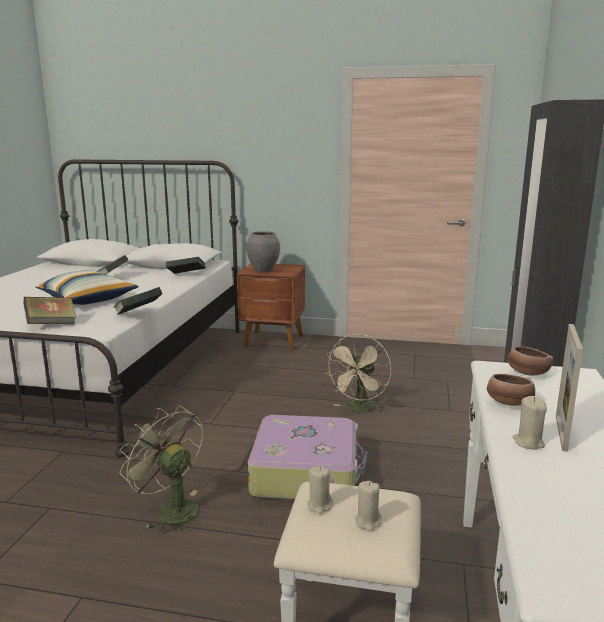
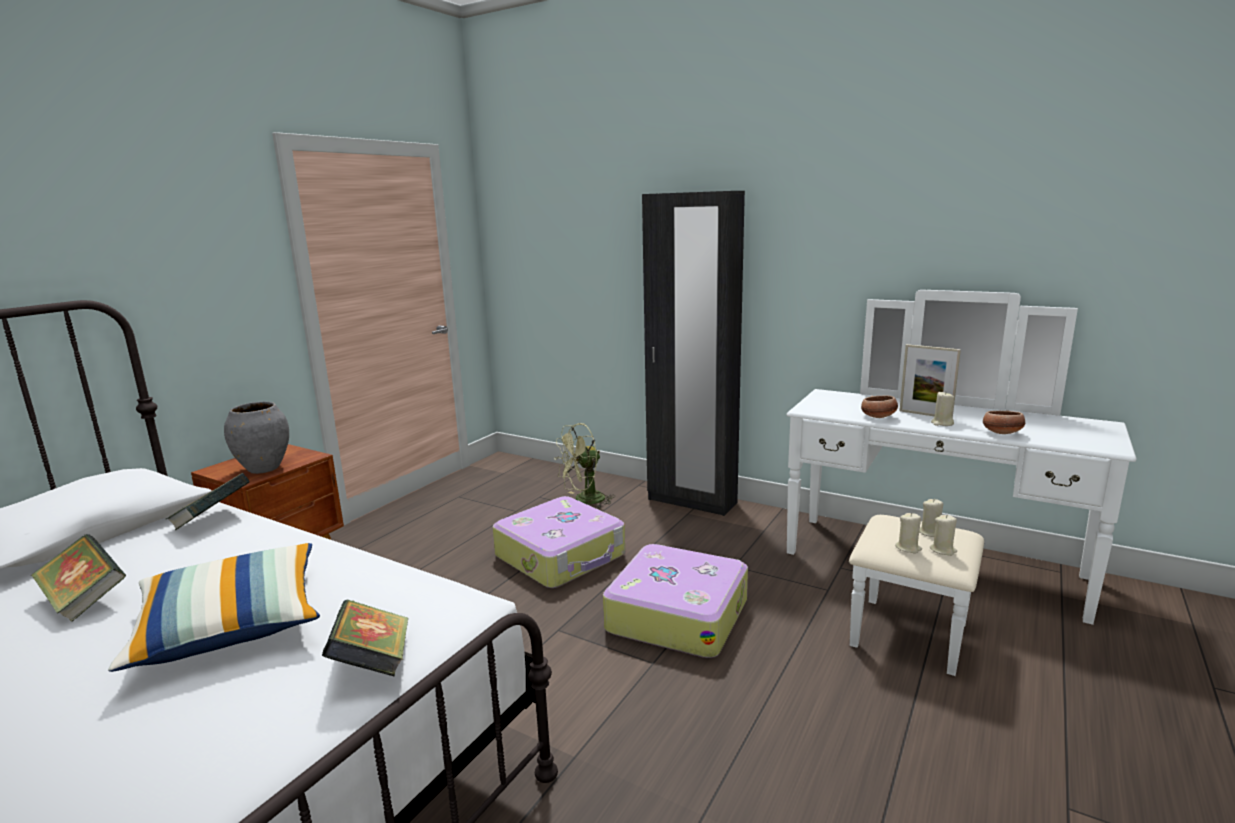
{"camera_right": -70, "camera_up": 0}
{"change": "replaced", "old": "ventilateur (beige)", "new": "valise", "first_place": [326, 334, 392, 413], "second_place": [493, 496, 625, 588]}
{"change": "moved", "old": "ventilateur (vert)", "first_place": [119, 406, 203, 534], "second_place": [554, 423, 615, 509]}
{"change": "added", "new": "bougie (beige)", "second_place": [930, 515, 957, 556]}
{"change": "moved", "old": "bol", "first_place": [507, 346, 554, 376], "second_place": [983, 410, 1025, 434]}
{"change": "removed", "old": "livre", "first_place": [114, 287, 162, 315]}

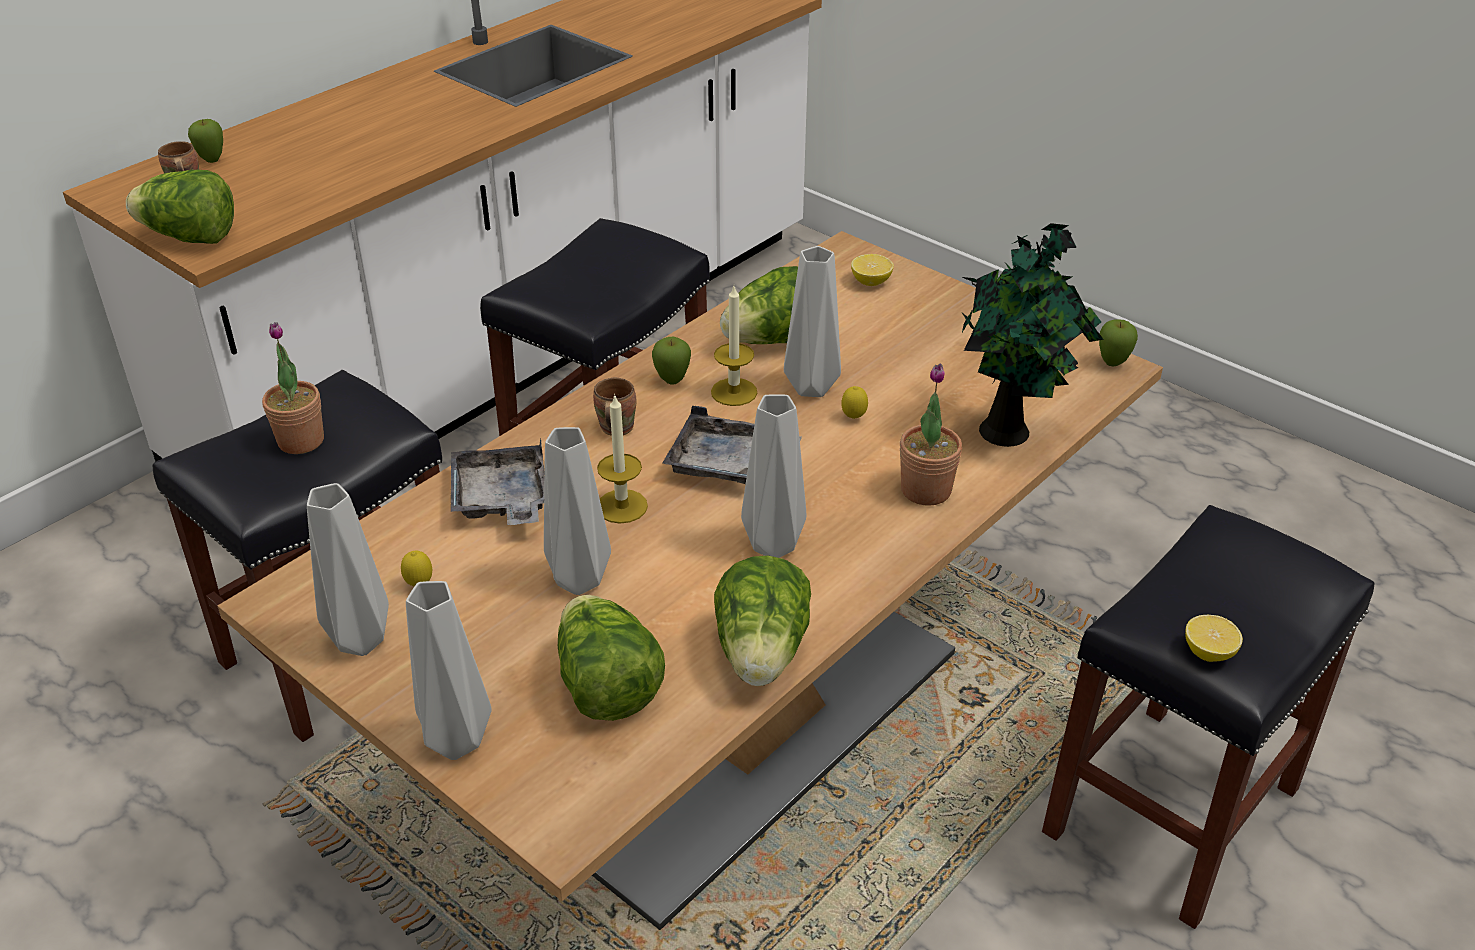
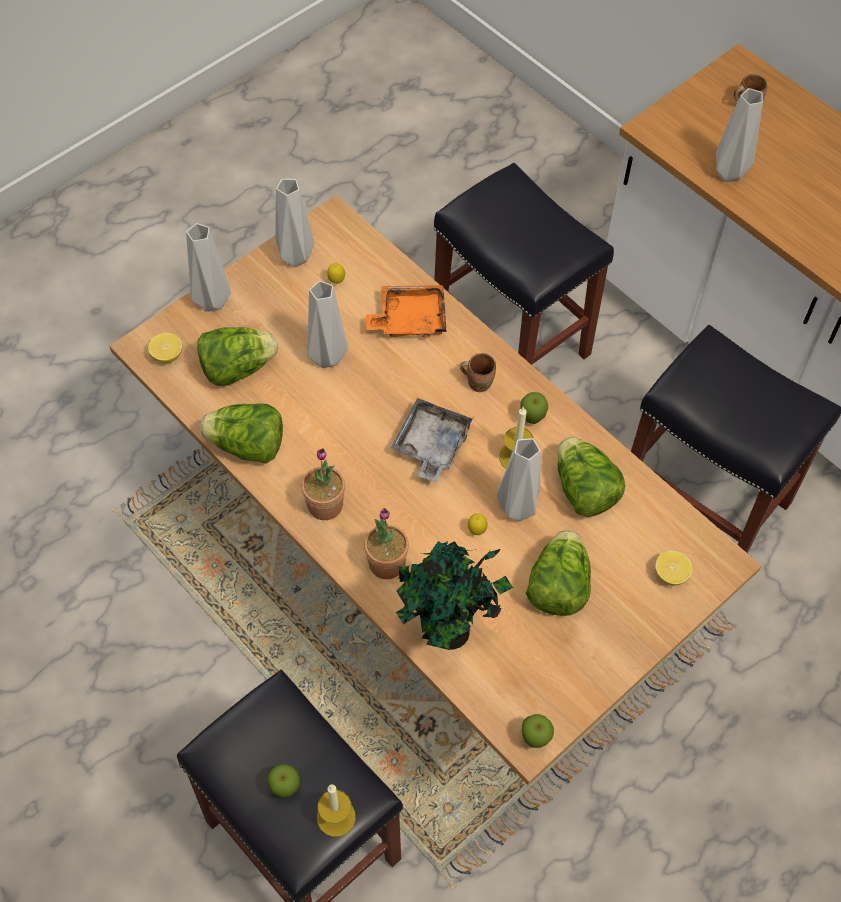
{"camera_right": 95, "camera_up": 20}
{"change": "moved", "old": "citron", "first_place": [1185, 615, 1243, 662], "second_place": [148, 333, 182, 363]}
{"change": "moved", "old": "pomme", "first_place": [188, 119, 223, 163], "second_place": [267, 764, 300, 798]}
{"change": "moved", "old": "plante en pot", "first_place": [262, 322, 324, 454], "second_place": [301, 448, 345, 520]}
{"change": "moved", "old": "bougie", "first_place": [597, 394, 648, 524], "second_place": [317, 784, 356, 837]}
{"change": "recoloured", "old": "plateau (gris)", "new": "plateau (orange)", "first_place": [451, 439, 544, 525], "second_place": [366, 285, 447, 338]}
{"change": "moved", "old": "laitue", "first_place": [126, 170, 234, 244], "second_place": [526, 530, 591, 616]}
{"change": "moved", "old": "vase (gris)", "first_place": [741, 394, 807, 558], "second_place": [716, 88, 763, 182]}

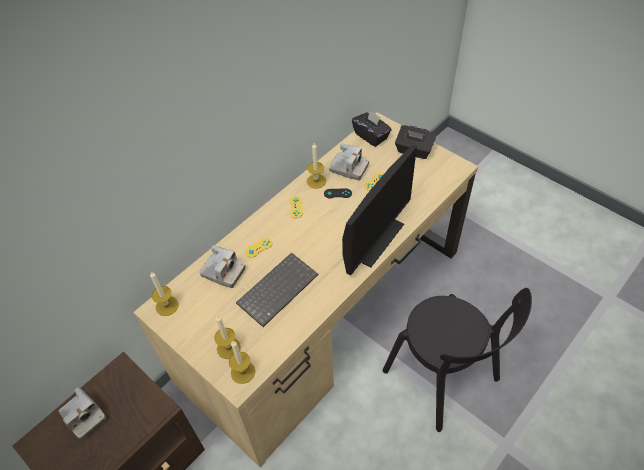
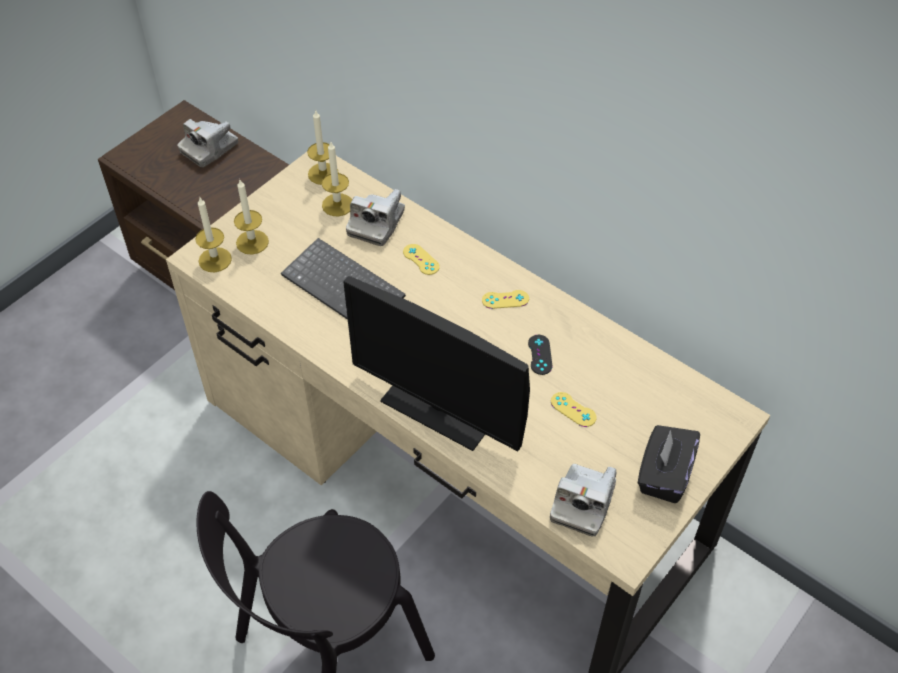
{"camera_right": 85, "camera_up": 0}
{"change": "moved", "old": "bougie", "first_place": [307, 143, 326, 189], "second_place": [322, 142, 352, 216]}
{"change": "moved", "old": "appareil photo", "first_place": [329, 144, 369, 180], "second_place": [550, 464, 616, 536]}
{"change": "removed", "old": "boîte à mouchoirs (noir)", "first_place": [352, 110, 392, 147]}

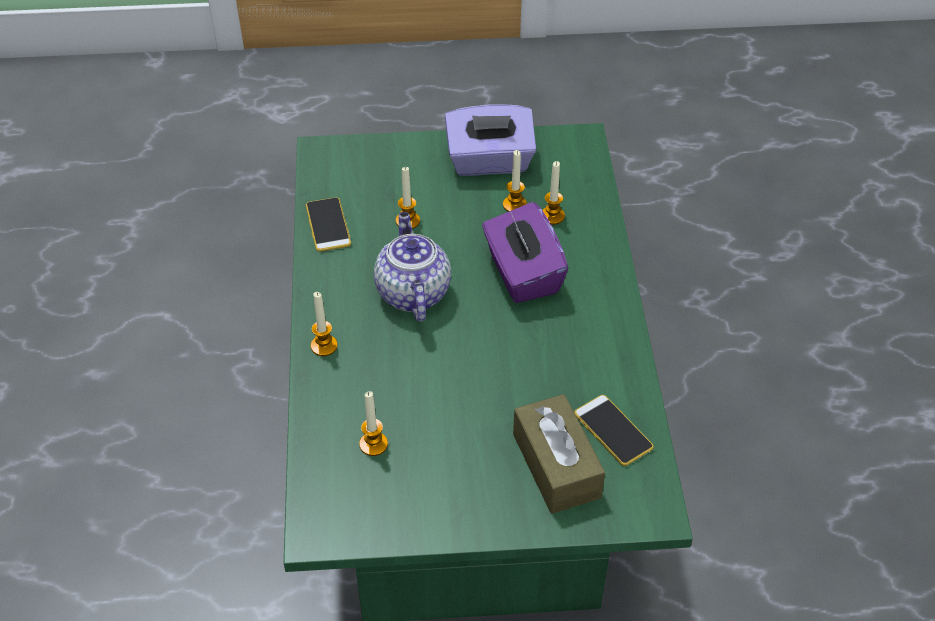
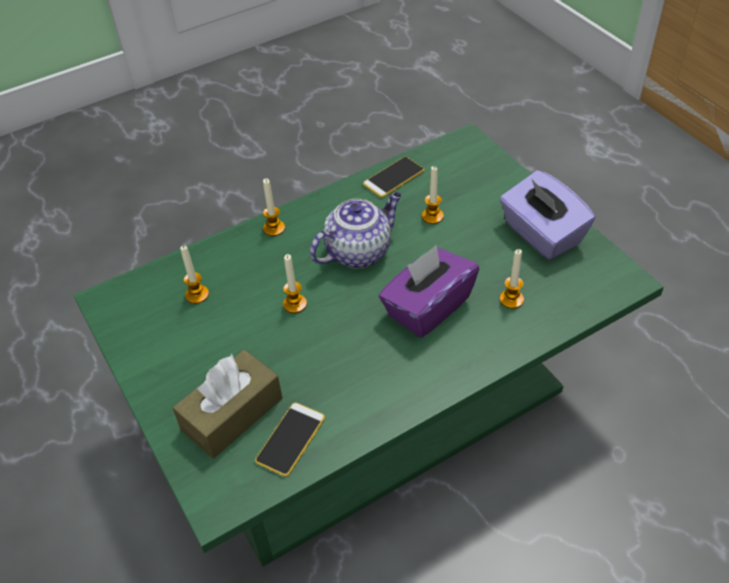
{"camera_right": 65, "camera_up": 0}
{"change": "moved", "old": "bougie", "first_place": [503, 150, 527, 212], "second_place": [283, 254, 307, 313]}

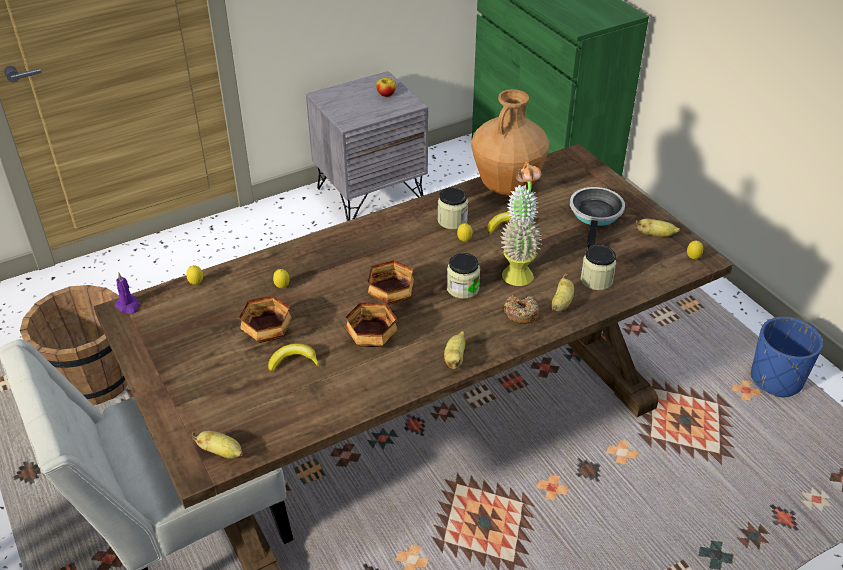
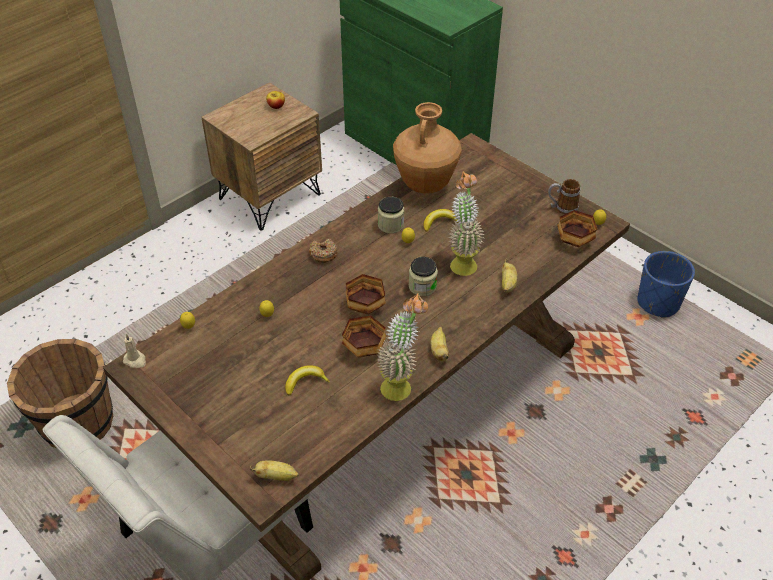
{"camera_right": -15, "camera_up": 5}
{"change": "recoloured", "old": "bougie (violet)", "new": "bougie (beige)", "first_place": [114, 272, 139, 314], "second_place": [123, 334, 146, 368]}
{"change": "recoloured", "old": "table de chevet (gris)", "new": "table de chevet (marron)", "first_place": [306, 71, 428, 221], "second_place": [201, 82, 322, 231]}
{"change": "moved", "old": "beignet", "first_place": [504, 295, 539, 324], "second_place": [309, 239, 338, 263]}
{"change": "added", "new": "plante en pot", "second_place": [377, 293, 428, 401]}
{"change": "replaced", "old": "banane", "new": "mug", "first_place": [635, 219, 680, 237], "second_place": [548, 179, 580, 215]}
{"change": "moved", "old": "bol", "first_place": [239, 296, 292, 343], "second_place": [557, 210, 597, 247]}
{"change": "removed", "old": "poêle", "first_place": [570, 187, 625, 248]}
{"change": "removed", "old": "bocal", "first_place": [581, 245, 616, 290]}

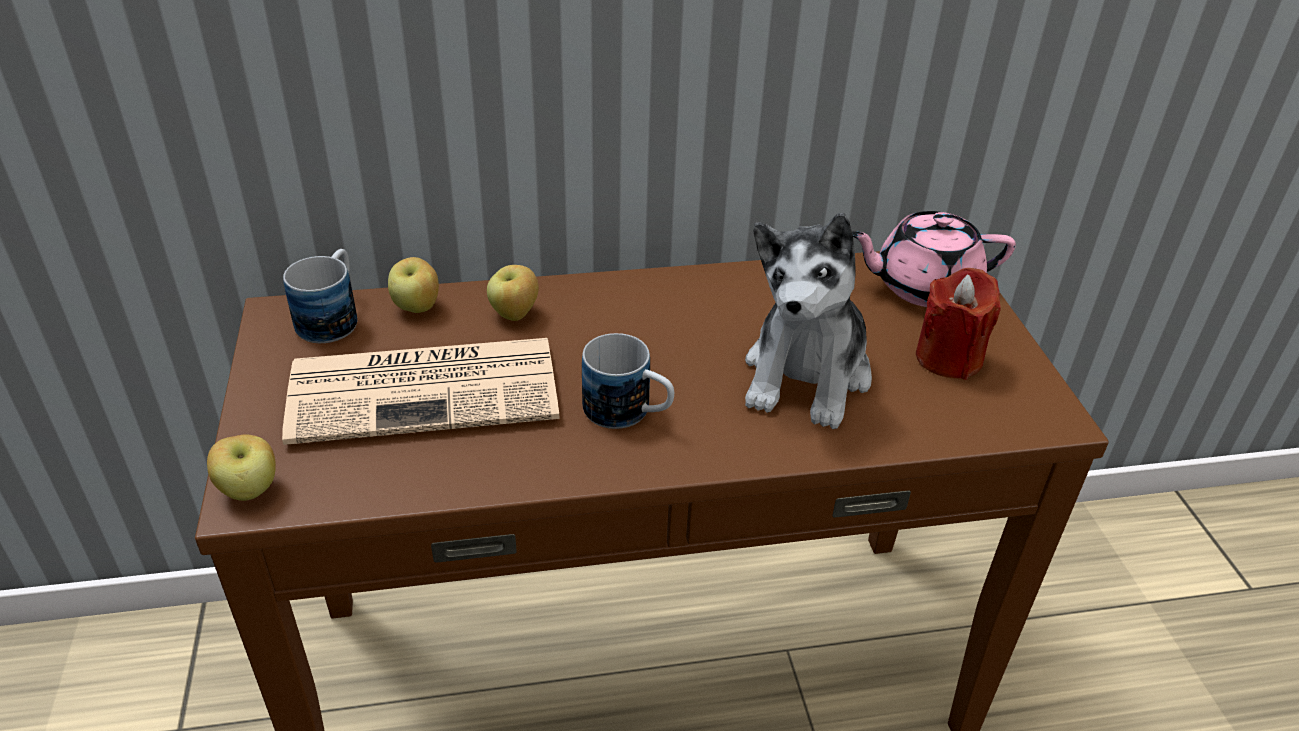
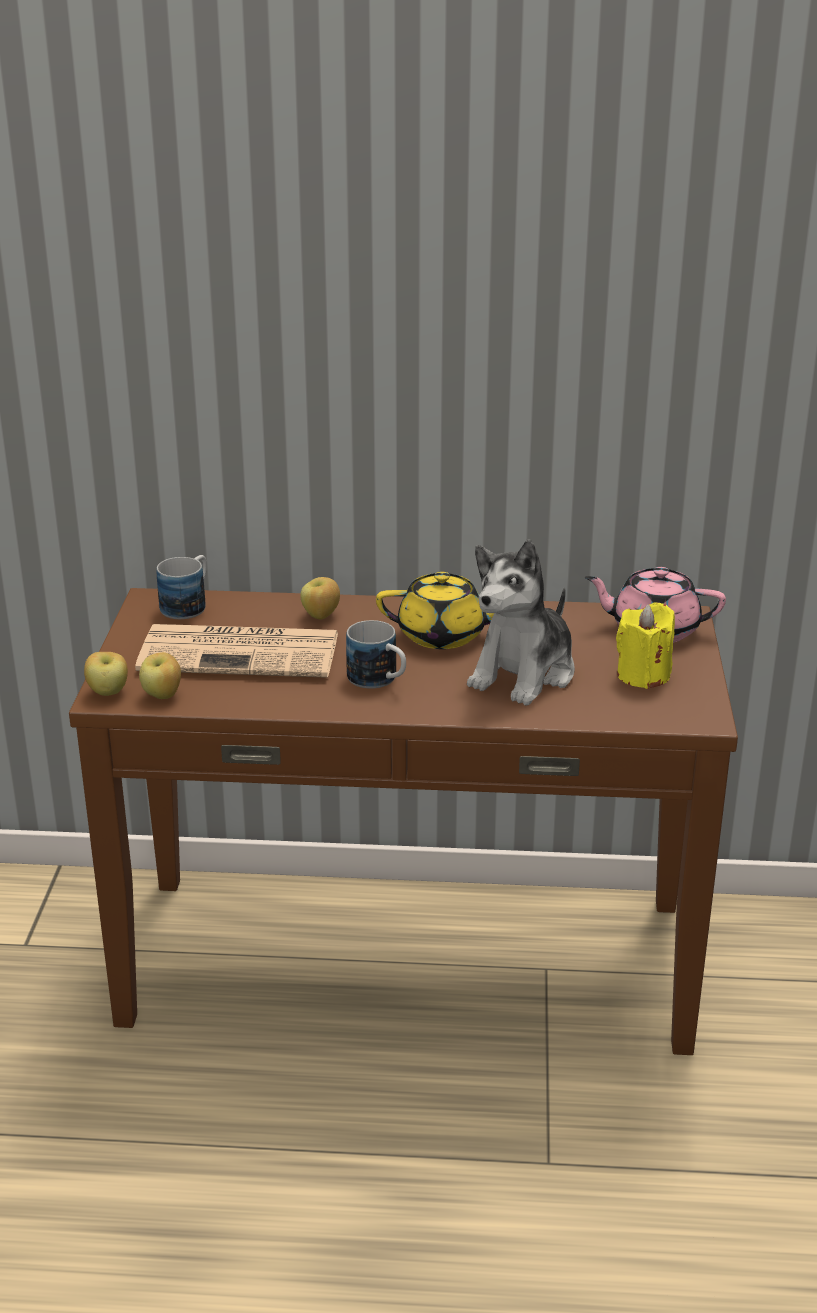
{"camera_right": 15, "camera_up": -10}
{"change": "moved", "old": "pomme", "first_place": [388, 257, 439, 313], "second_place": [139, 652, 181, 699]}
{"change": "added", "new": "théière (jaune)", "second_place": [376, 572, 494, 649]}
{"change": "recoloured", "old": "bougie (rouge)", "new": "bougie (jaune)", "first_place": [916, 268, 1001, 380], "second_place": [616, 602, 675, 689]}

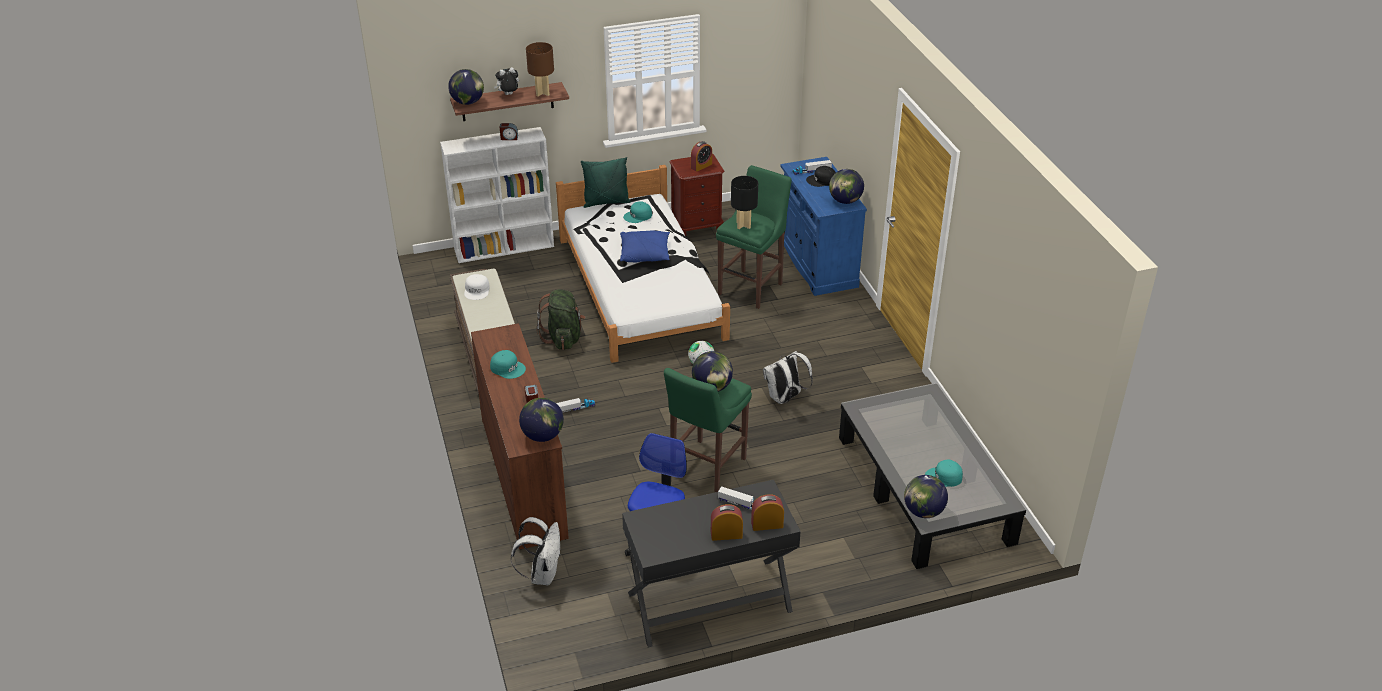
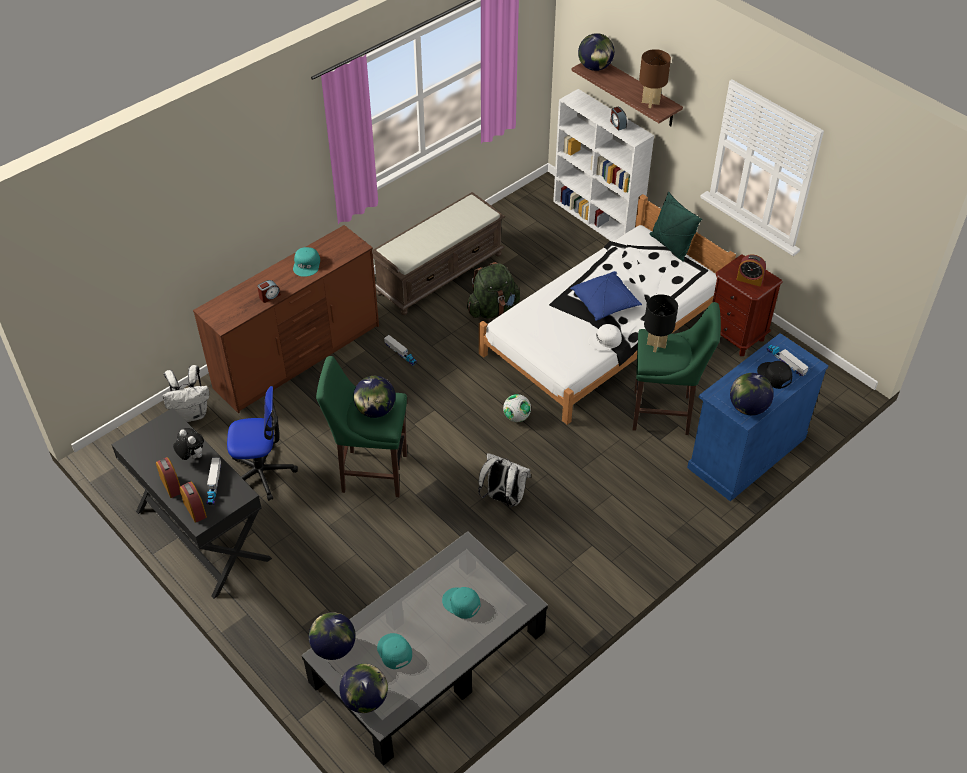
{"camera_right": 65, "camera_up": 10}
{"change": "moved", "old": "peluche", "first_place": [494, 67, 519, 95], "second_place": [173, 428, 204, 460]}
{"change": "moved", "old": "globe", "first_place": [519, 398, 564, 442], "second_place": [340, 664, 388, 713]}
{"change": "moved", "old": "casquette (turquoise)", "first_place": [623, 201, 652, 223], "second_place": [442, 587, 481, 619]}
{"change": "moved", "old": "casquette (blanc)", "first_place": [464, 274, 490, 300], "second_place": [589, 324, 622, 351]}

